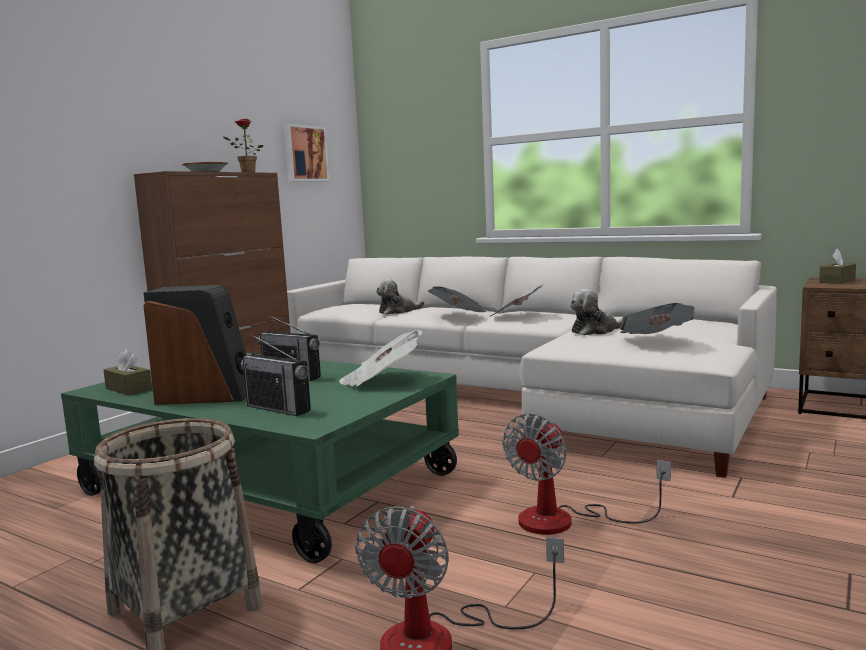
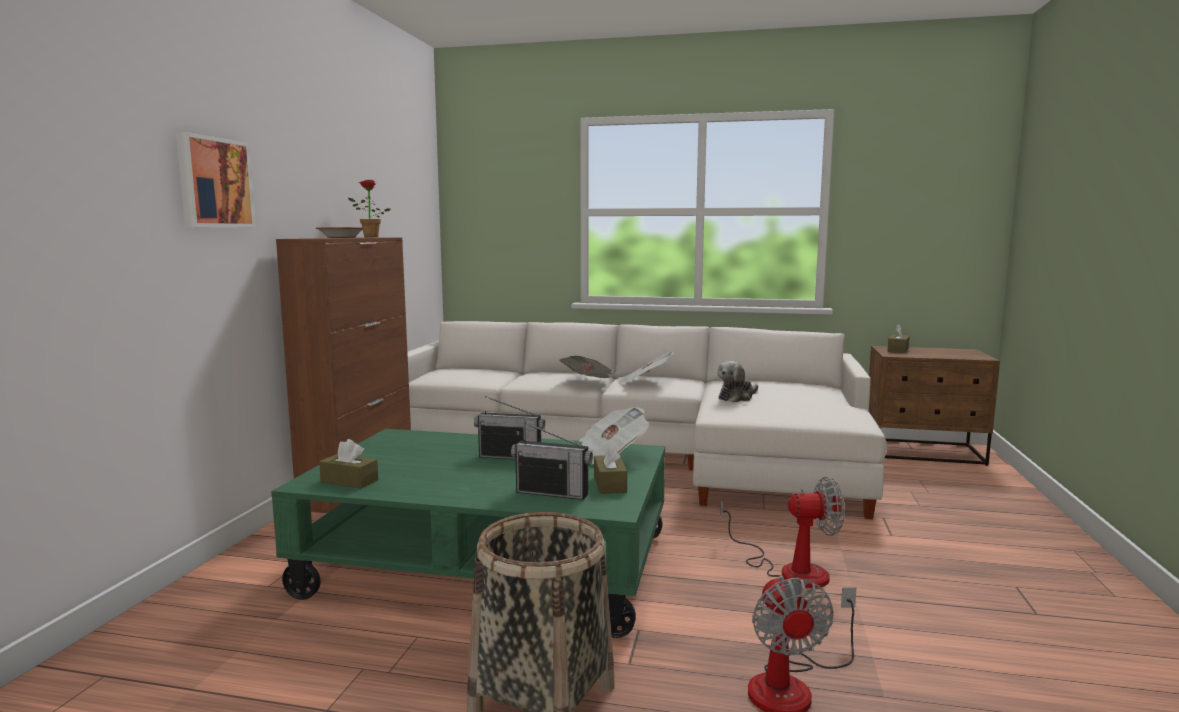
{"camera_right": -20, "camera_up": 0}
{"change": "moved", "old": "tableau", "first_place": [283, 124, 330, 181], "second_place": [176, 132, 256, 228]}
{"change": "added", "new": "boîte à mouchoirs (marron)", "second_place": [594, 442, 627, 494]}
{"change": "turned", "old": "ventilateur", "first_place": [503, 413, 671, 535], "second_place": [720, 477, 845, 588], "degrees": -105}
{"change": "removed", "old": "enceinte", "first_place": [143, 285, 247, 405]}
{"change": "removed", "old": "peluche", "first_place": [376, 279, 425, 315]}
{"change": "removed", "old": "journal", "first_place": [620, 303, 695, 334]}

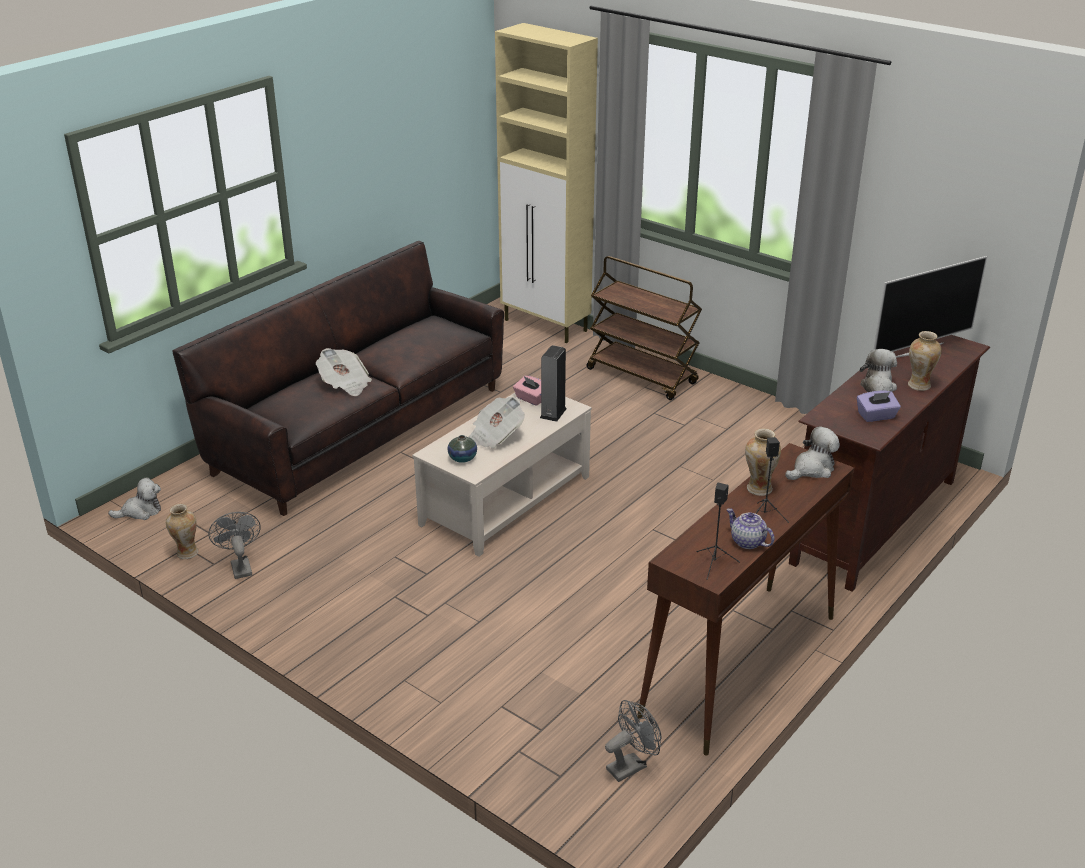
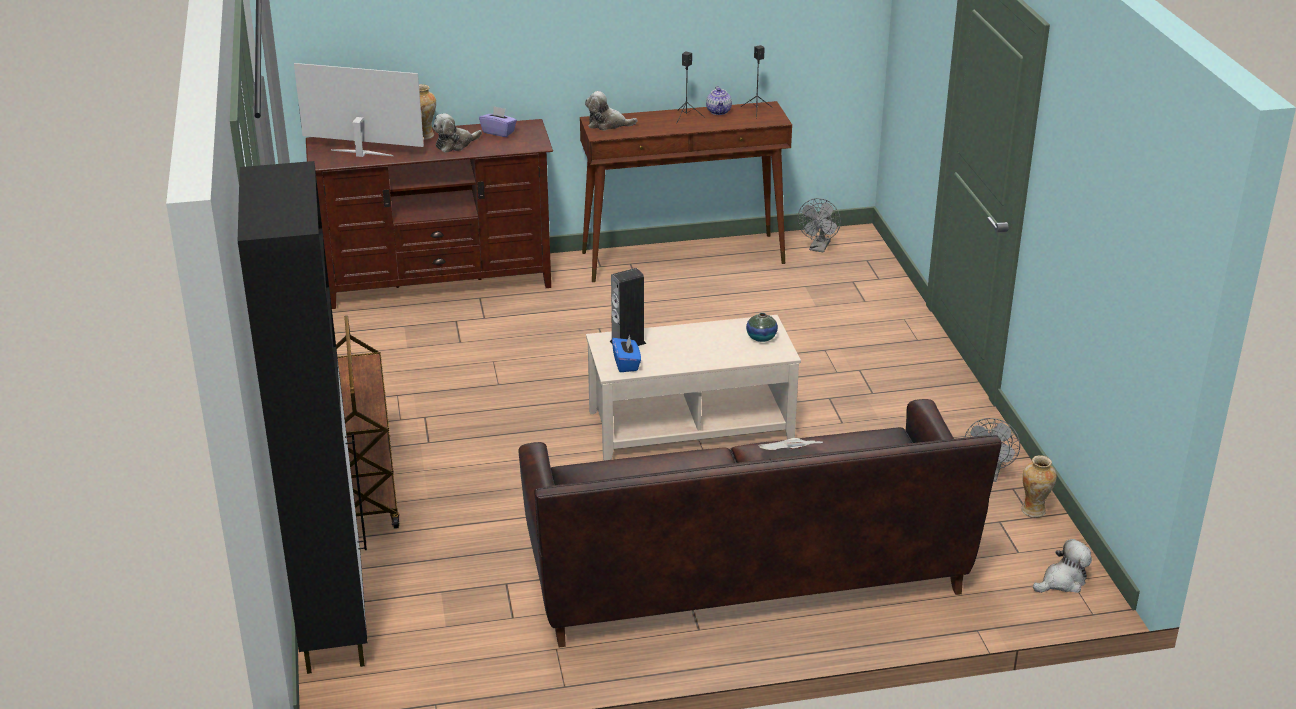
{"camera_right": -140, "camera_up": 0}
{"change": "recoloured", "old": "meuble de rangement (beige)", "new": "meuble de rangement (noir)", "first_place": [495, 23, 598, 343], "second_place": [238, 161, 367, 674]}
{"change": "recoloured", "old": "boîte à mouchoirs (rose)", "new": "boîte à mouchoirs (bleu)", "first_place": [513, 376, 541, 406], "second_place": [612, 335, 641, 372]}
{"change": "turned", "old": "ventilateur (gris)", "first_place": [605, 700, 661, 782], "second_place": [798, 198, 841, 253], "degrees": -75}
{"change": "turned", "old": "peluche", "first_place": [108, 478, 161, 520], "second_place": [1033, 539, 1092, 593], "degrees": 135}
{"change": "removed", "old": "journal", "first_place": [468, 397, 525, 449]}
{"change": "removed", "old": "vase", "first_place": [745, 428, 781, 496]}

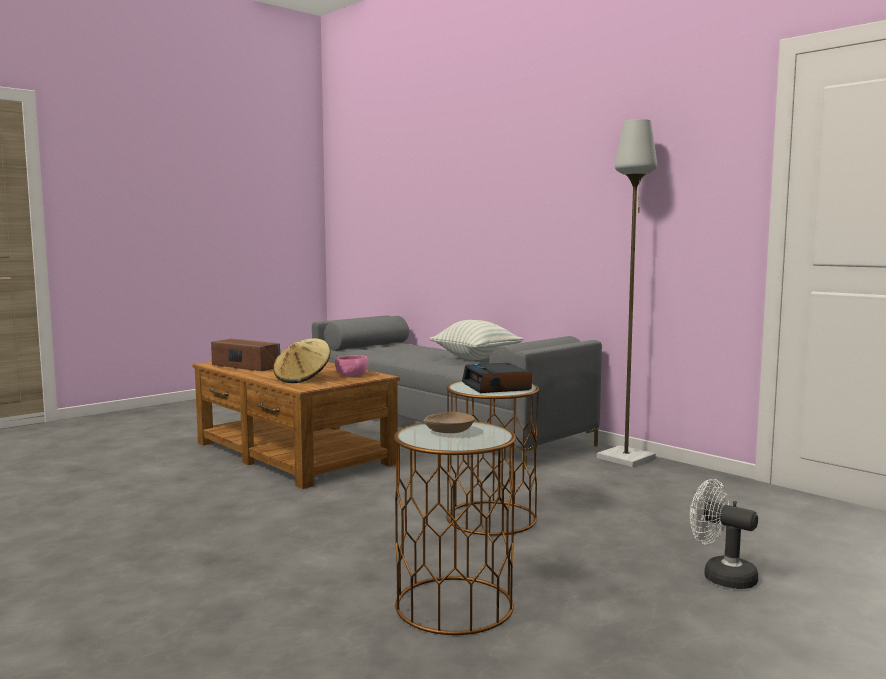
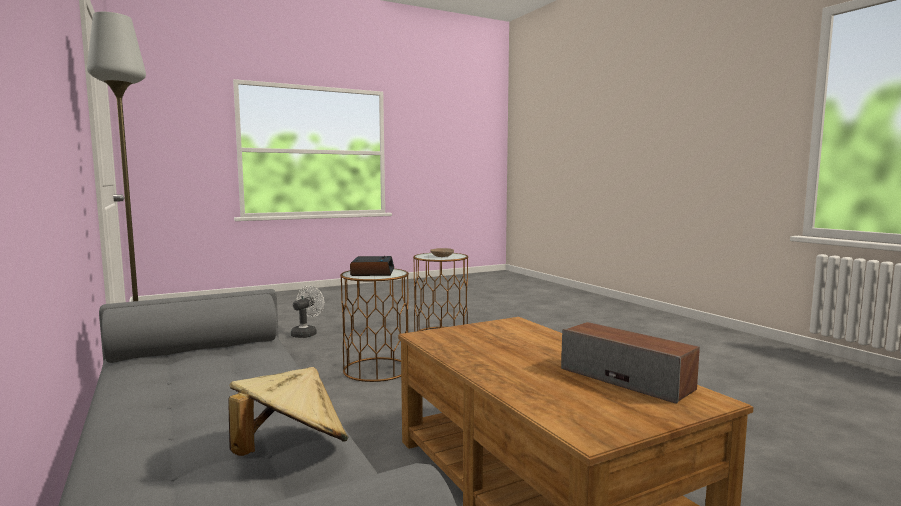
{"camera_right": -165, "camera_up": 0}
{"change": "moved", "old": "chapeau (beige)", "first_place": [273, 338, 331, 383], "second_place": [229, 367, 348, 456]}
{"change": "turned", "old": "ventilateur (blanc)", "first_place": [690, 479, 758, 589], "second_place": [291, 286, 324, 338], "degrees": -120}
{"change": "removed", "old": "bol (rose)", "first_place": [335, 355, 369, 377]}
{"change": "removed", "old": "coussin", "first_place": [429, 320, 523, 360]}

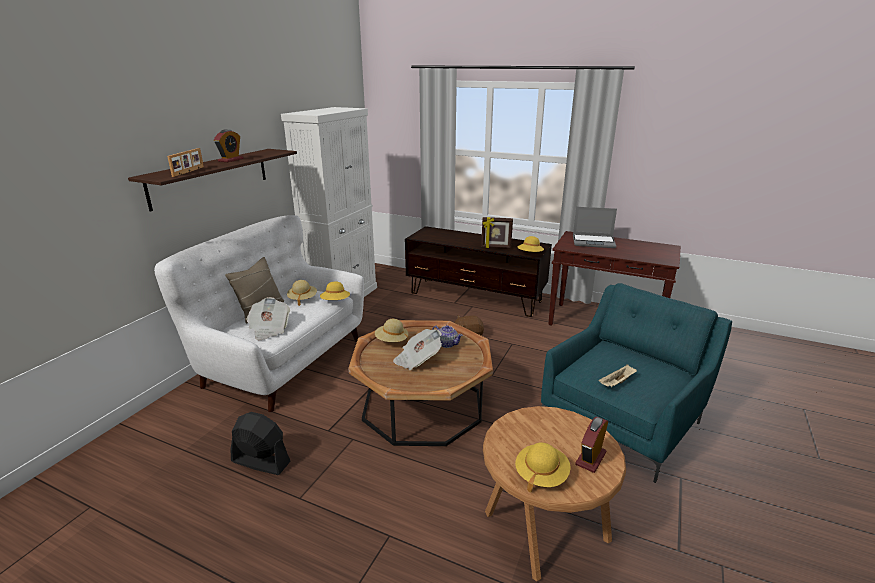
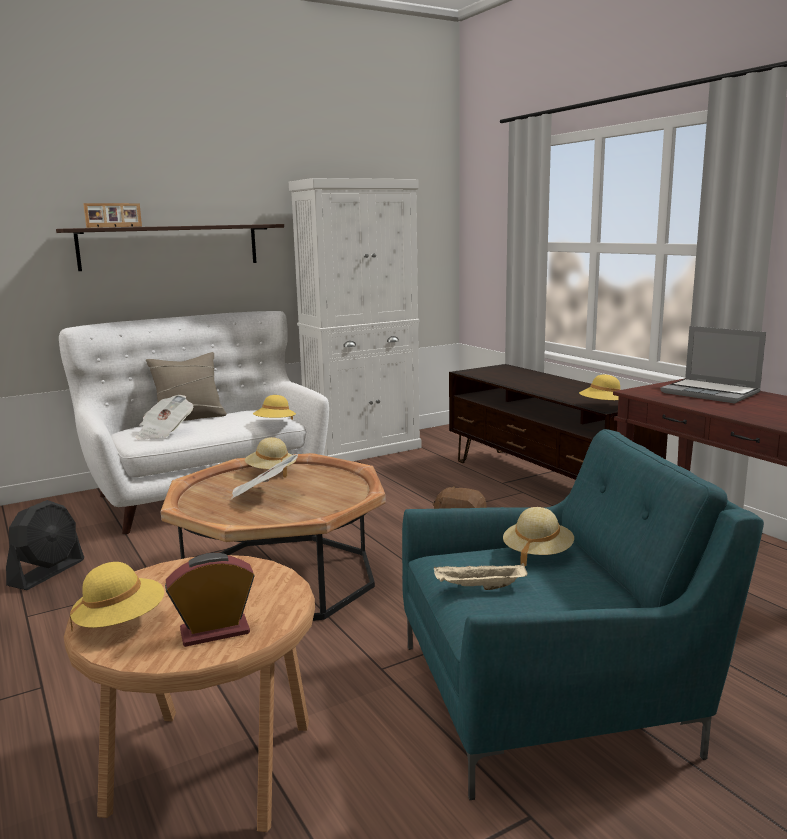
{"camera_right": 35, "camera_up": -10}
{"change": "turned", "old": "ventilateur (noir)", "first_place": [230, 412, 291, 475], "second_place": [6, 500, 84, 590], "degrees": 60}
{"change": "moved", "old": "chapeau (beige)", "first_place": [287, 280, 317, 306], "second_place": [503, 507, 574, 566]}
{"change": "removed", "old": "réveil", "first_place": [214, 129, 243, 162]}
{"change": "removed", "old": "théière", "first_place": [432, 325, 463, 348]}
{"change": "removed", "old": "cadre photo", "first_place": [481, 217, 513, 249]}

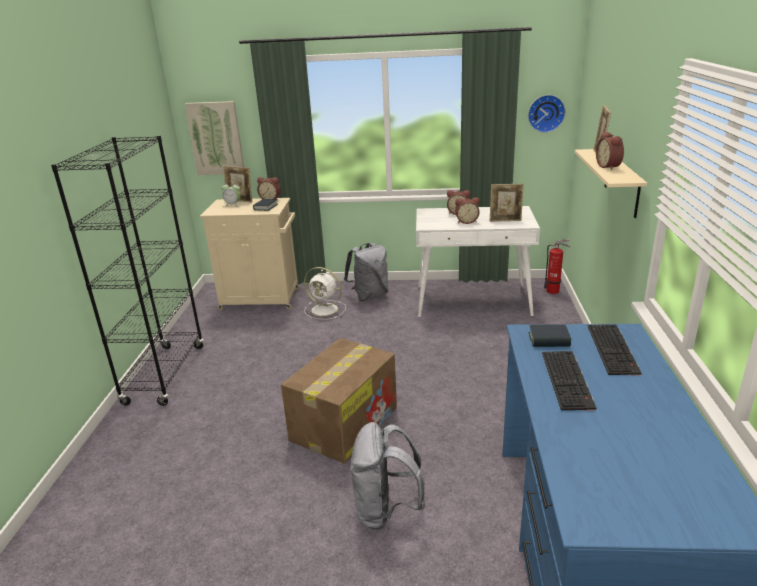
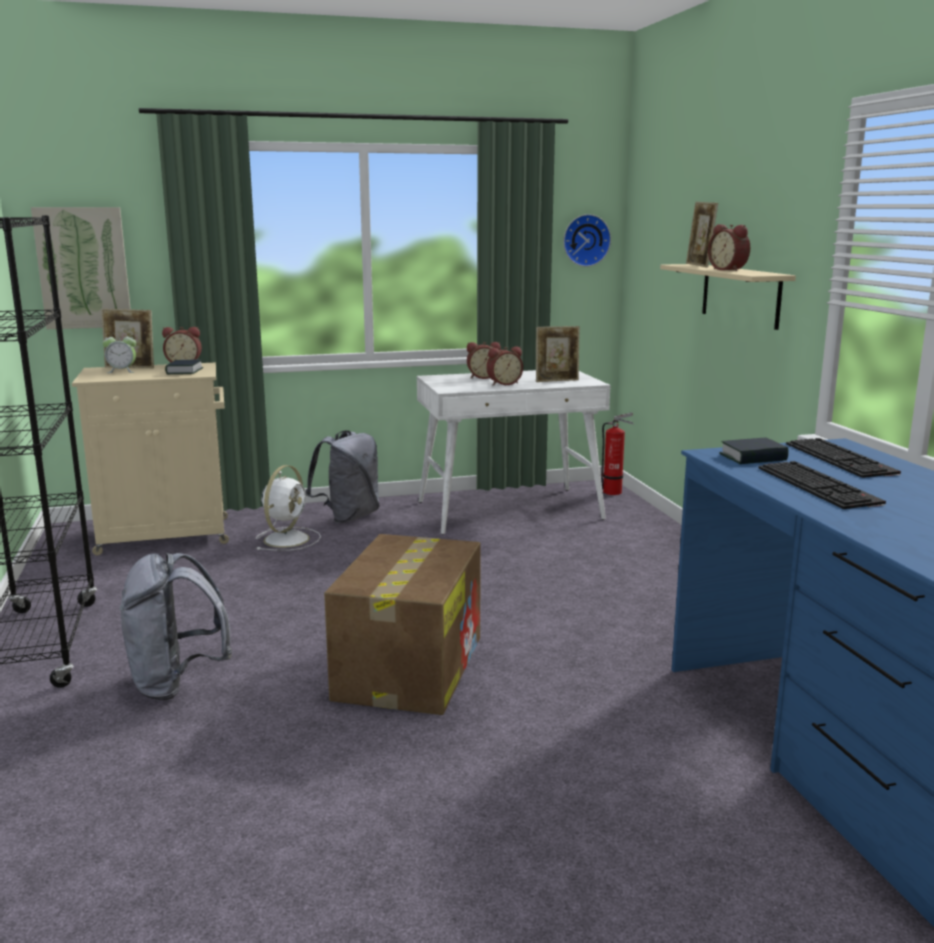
{"camera_right": -20, "camera_up": -10}
{"change": "moved", "old": "sac à dos (gris)", "first_place": [350, 422, 425, 530], "second_place": [120, 553, 232, 700]}
{"change": "turned", "old": "ventilateur (blanc)", "first_place": [304, 267, 346, 320], "second_place": [256, 465, 321, 551], "degrees": -75}

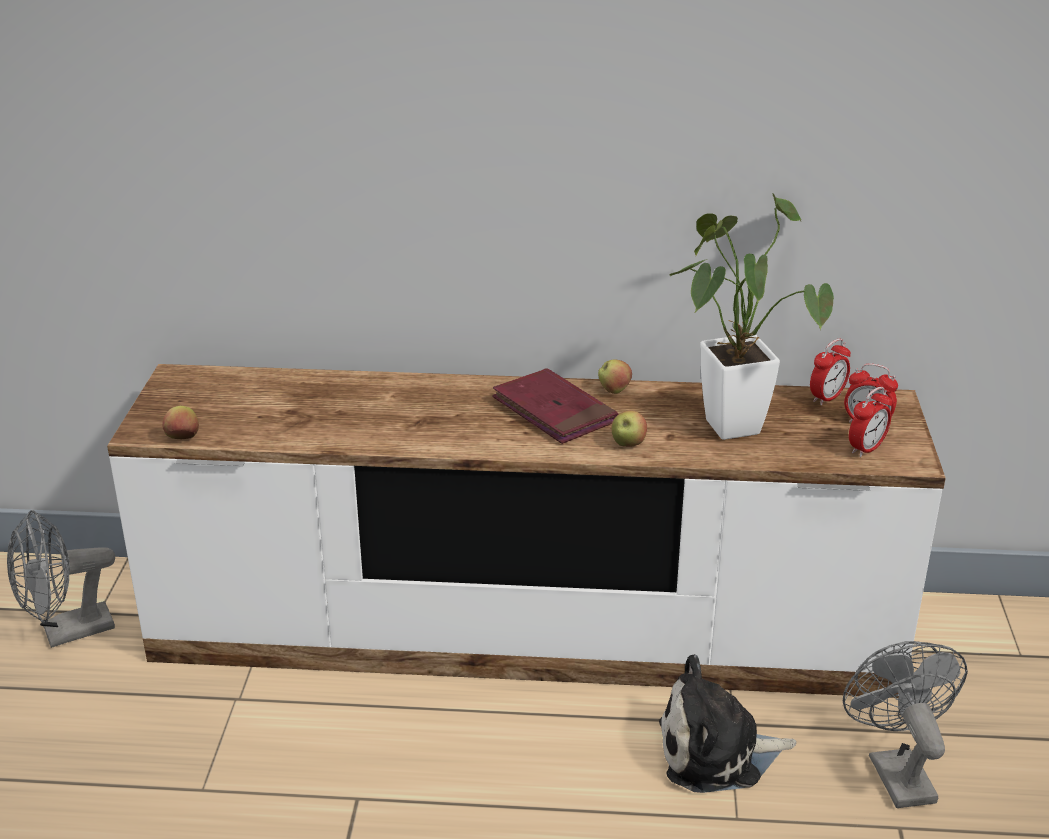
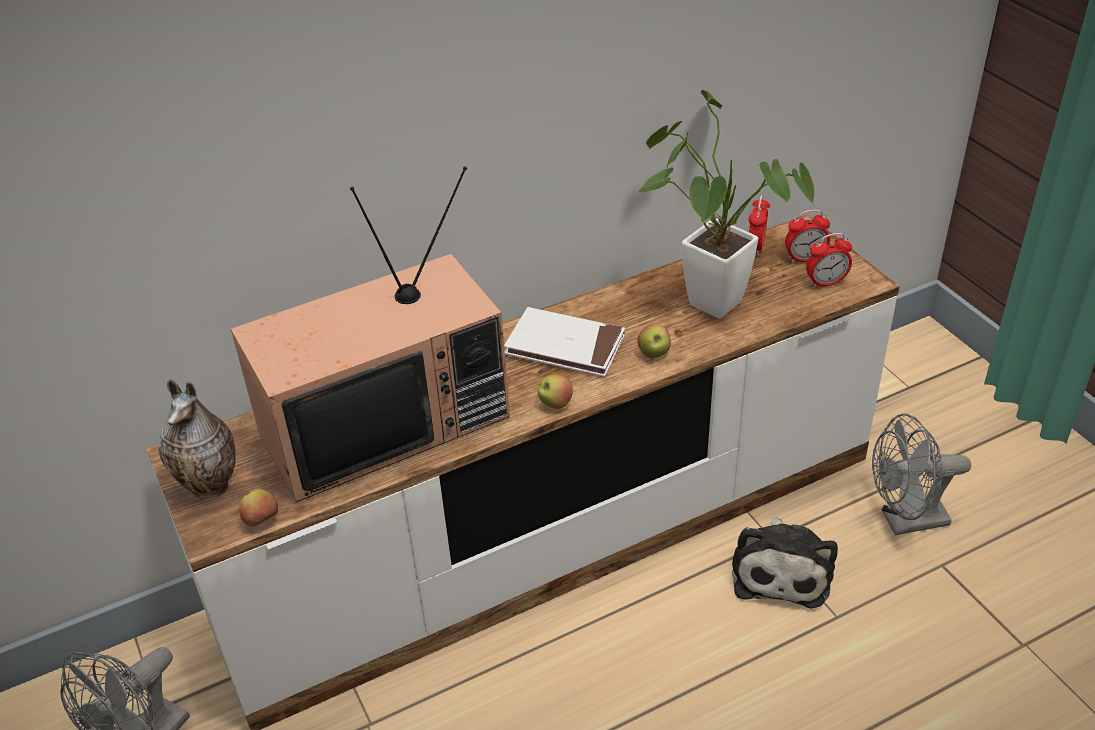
{"camera_right": -30, "camera_up": 10}
{"change": "added", "new": "vase", "second_place": [158, 379, 236, 499]}
{"change": "added", "new": "téléviseur", "second_place": [231, 166, 510, 502]}
{"change": "recoloured", "old": "livre (rouge)", "new": "livre (blanc)", "first_place": [492, 368, 618, 444], "second_place": [504, 307, 625, 377]}
{"change": "moved", "old": "pomme", "first_place": [598, 359, 632, 394], "second_place": [538, 374, 573, 409]}
{"change": "turned", "old": "peluche", "first_place": [659, 654, 796, 793], "second_place": [732, 516, 838, 609], "degrees": -45}
{"change": "turned", "old": "réveil", "first_place": [849, 387, 892, 457], "second_place": [806, 233, 852, 288], "degrees": 60}
{"change": "turned", "old": "ventilateur (gris)", "first_place": [843, 641, 968, 808], "second_place": [872, 414, 971, 535], "degrees": -60}

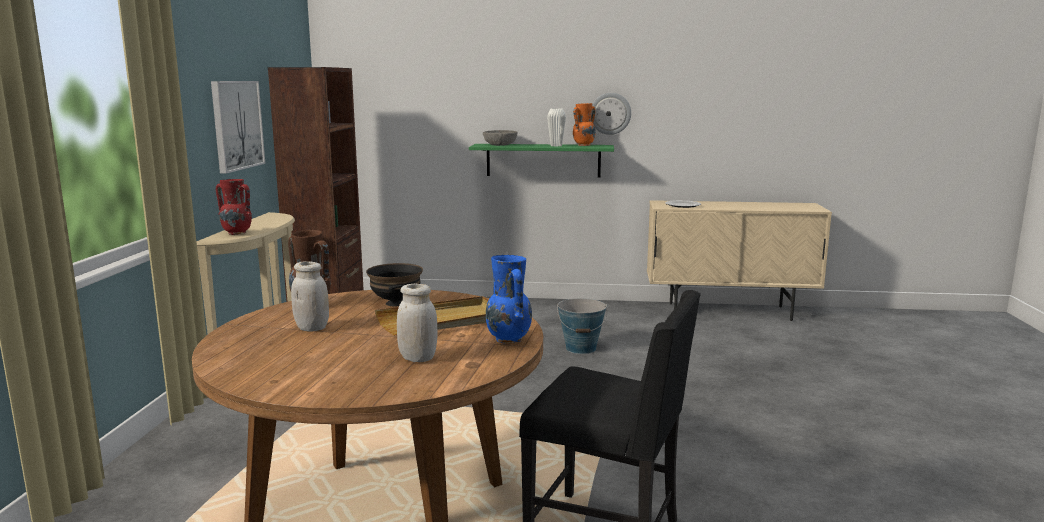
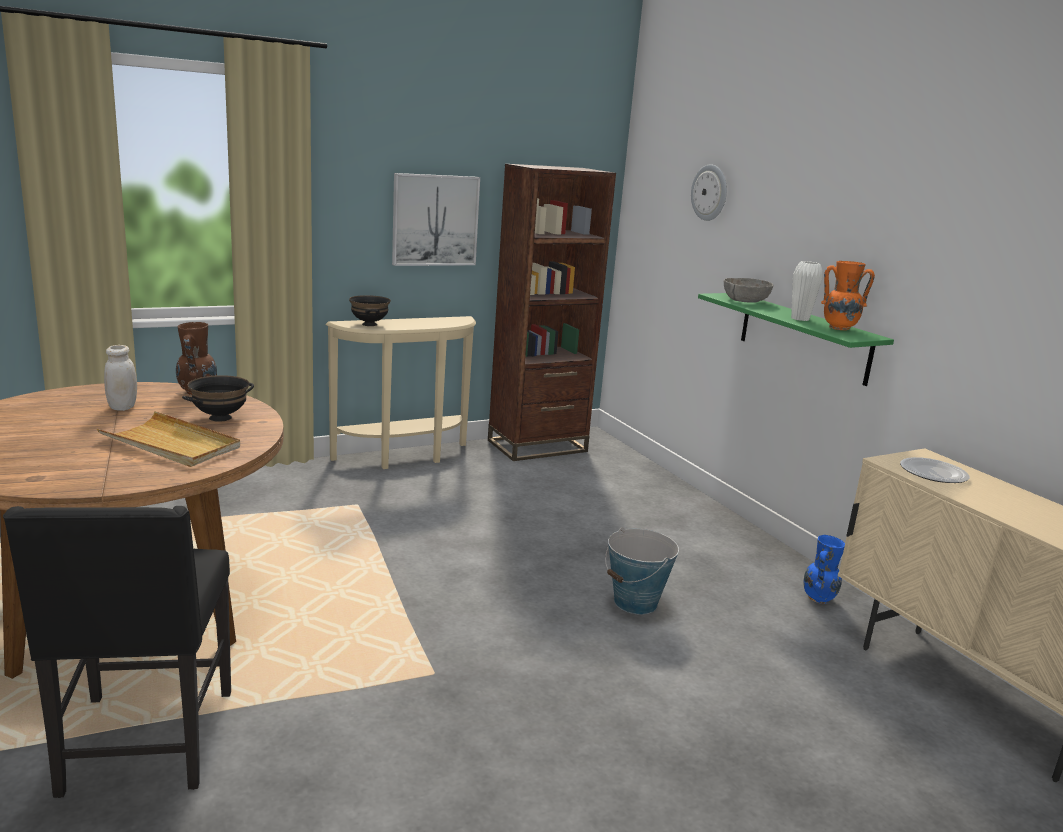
{"camera_right": 55, "camera_up": 5}
{"change": "replaced", "old": "vase (rouge)", "new": "bol (noir)", "first_place": [216, 179, 252, 235], "second_place": [349, 295, 391, 326]}
{"change": "moved", "old": "horloge murale", "first_place": [591, 93, 631, 135], "second_place": [691, 164, 727, 221]}
{"change": "moved", "old": "vase (bleu)", "first_place": [486, 255, 532, 343], "second_place": [803, 535, 845, 604]}
{"change": "removed", "old": "bocal (blanc)", "first_place": [397, 284, 438, 362]}

